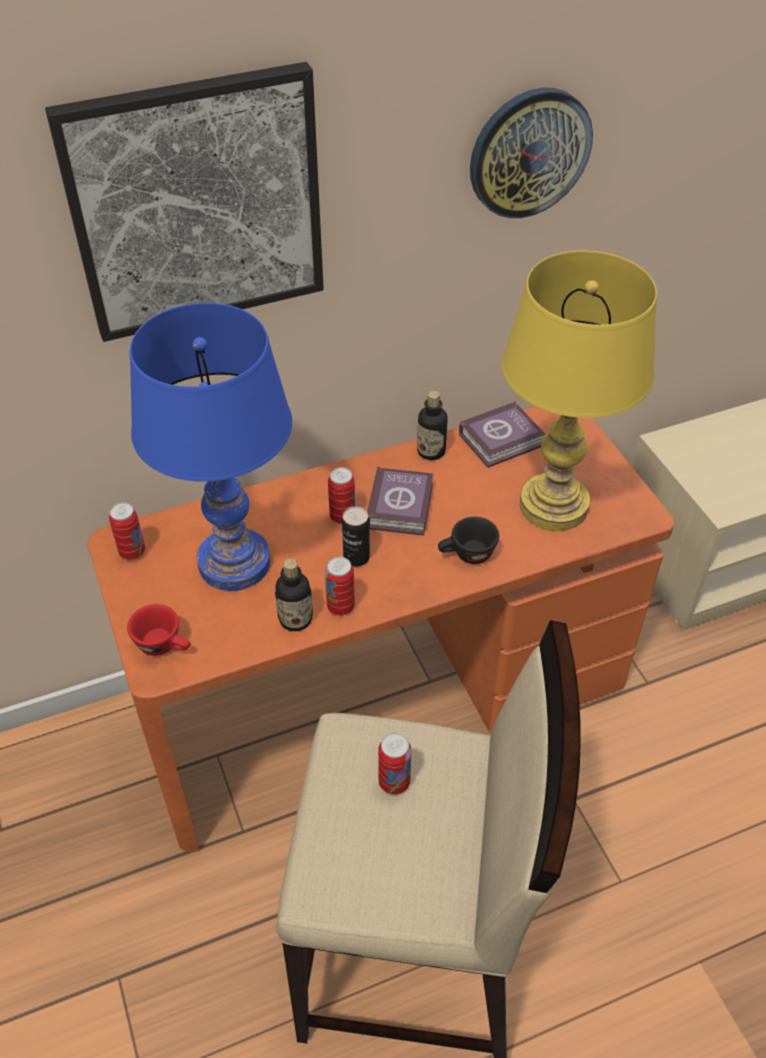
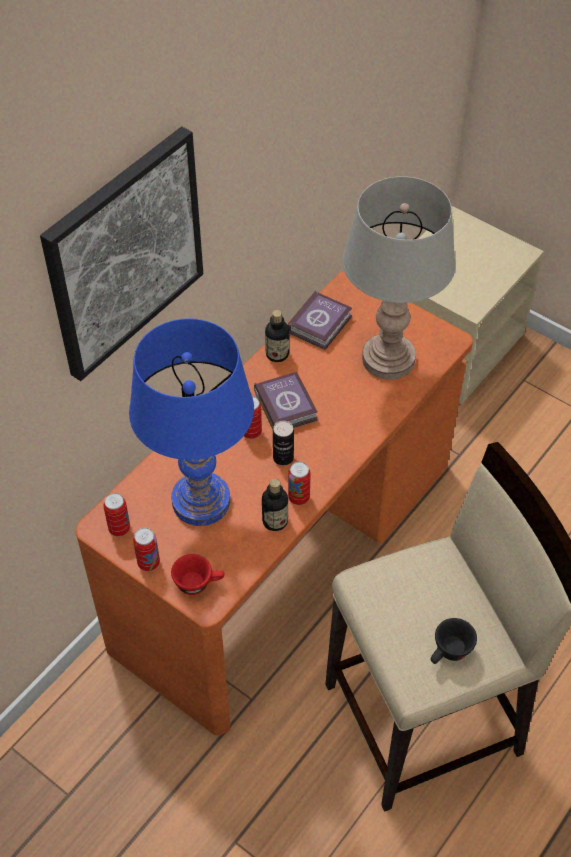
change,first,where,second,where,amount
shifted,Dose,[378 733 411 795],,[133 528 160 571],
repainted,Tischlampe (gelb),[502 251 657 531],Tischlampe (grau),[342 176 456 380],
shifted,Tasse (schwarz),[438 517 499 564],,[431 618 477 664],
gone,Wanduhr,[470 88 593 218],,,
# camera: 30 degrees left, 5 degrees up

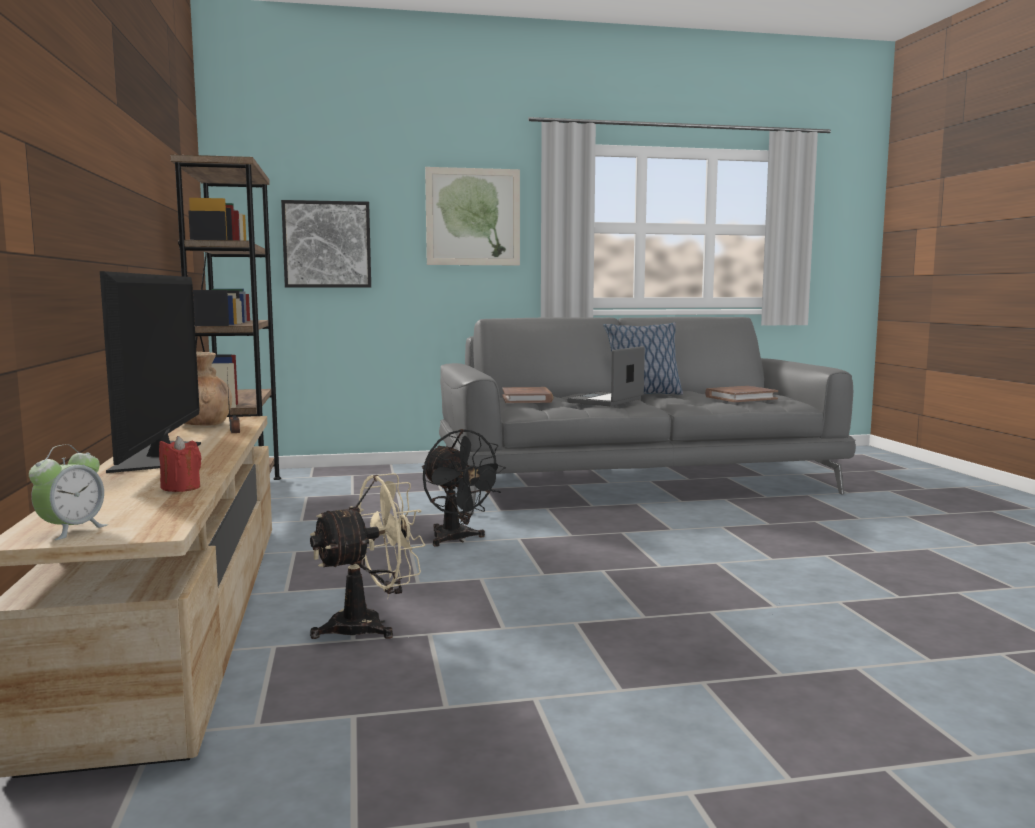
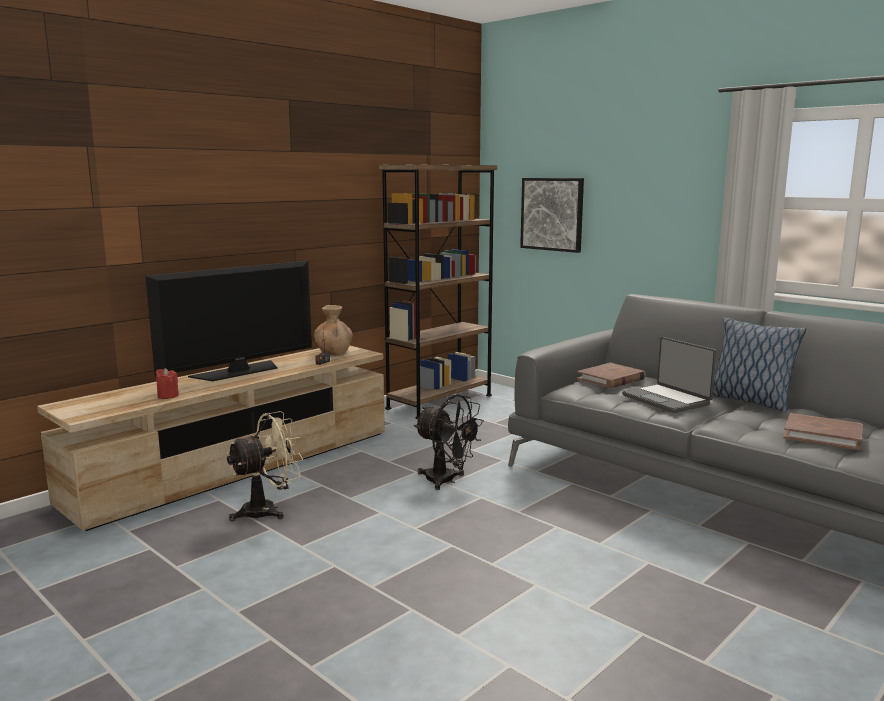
change,first,where,second,where,amount
rotated,Ventilator (beige),[310 473 425 639],,[226 411 303 521],60 degrees counterclockwise
rotated,Ventilator (schwarz),[422 429 506 547],,[414 395 484 490],75 degrees counterclockwise
rotated,Laptop,[567 346 645 406],,[622 337 716 413],120 degrees counterclockwise
gone,Wecker,[29 445 108 540],,,
gone,Bild,[425 167 520 265],,,
# camera: 55 degrees right, 5 degrees up

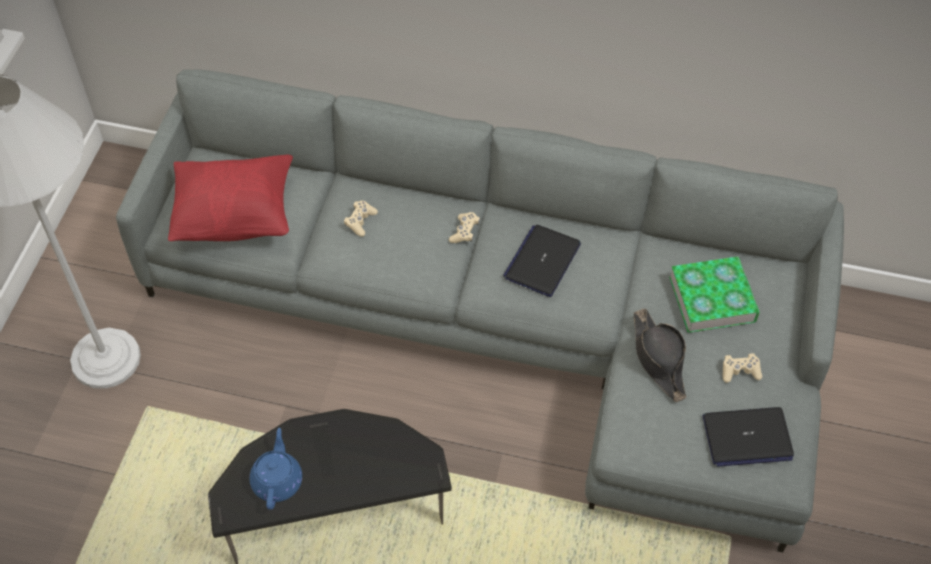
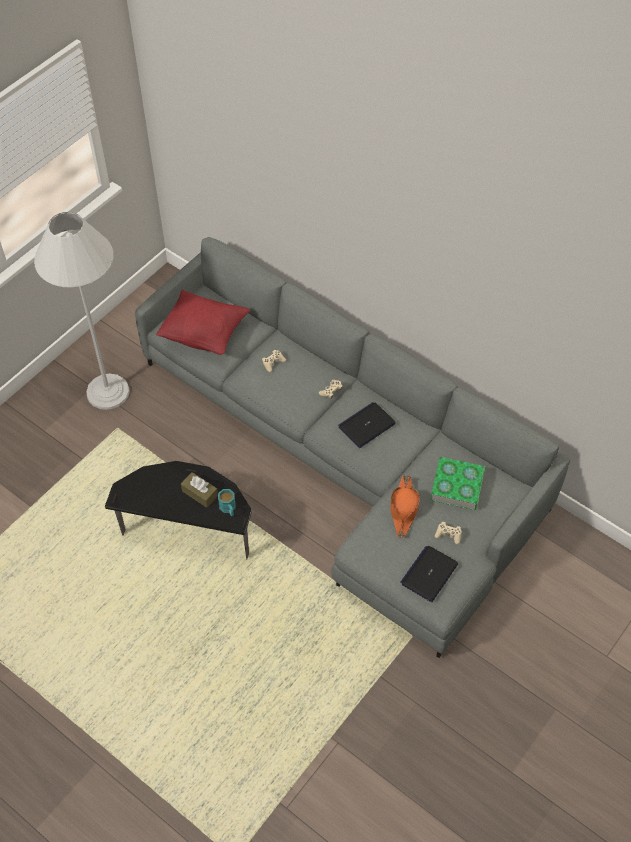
change,first,where,second,where,amount
new,,,Taschentuchbox (braun),[181 472 218 508],
new,,,Henkelbecher (türkis),[218 489 236 516],
repainted,Hut (schwarz),[634 309 686 402],Hut (orange),[391 475 420 537],
rotated,Laptop,[703 407 794 467],,[400 546 458 602],105 degrees clockwise
gone,Teekanne (blau),[250 428 302 510],,,
# camera: 25 degrees right, 0 degrees up

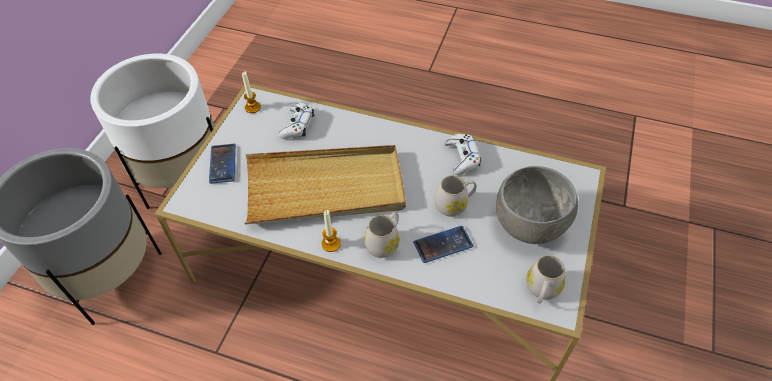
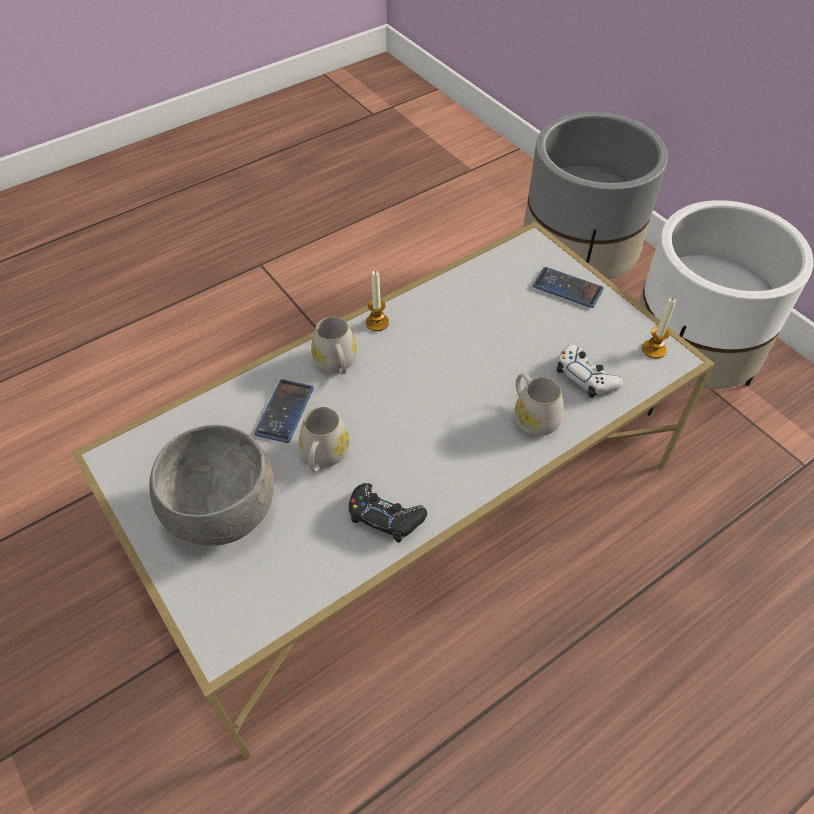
change,first,where,second,where,amount
repainted,Gamepad (weiß),[445 134 481 175],Gamepad (schwarz),[349 483 427 543],
shifted,Henkelbecher (weiß),[526 255 565 304],,[514 373 564 436],
gone,Tablett (beige),[245 145 406 224],,,
# camera: 125 degrees right, 0 degrees up

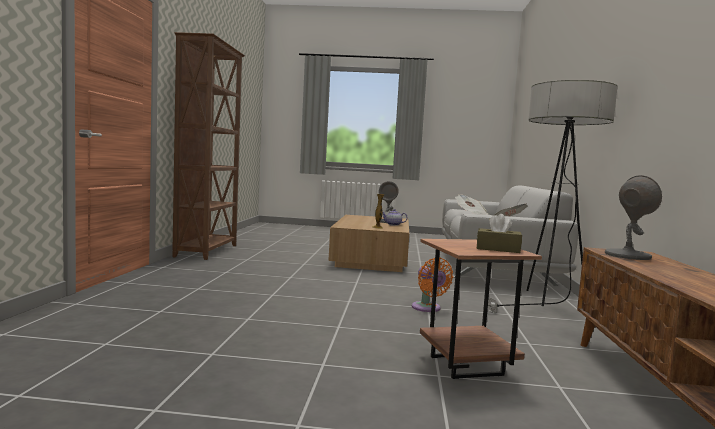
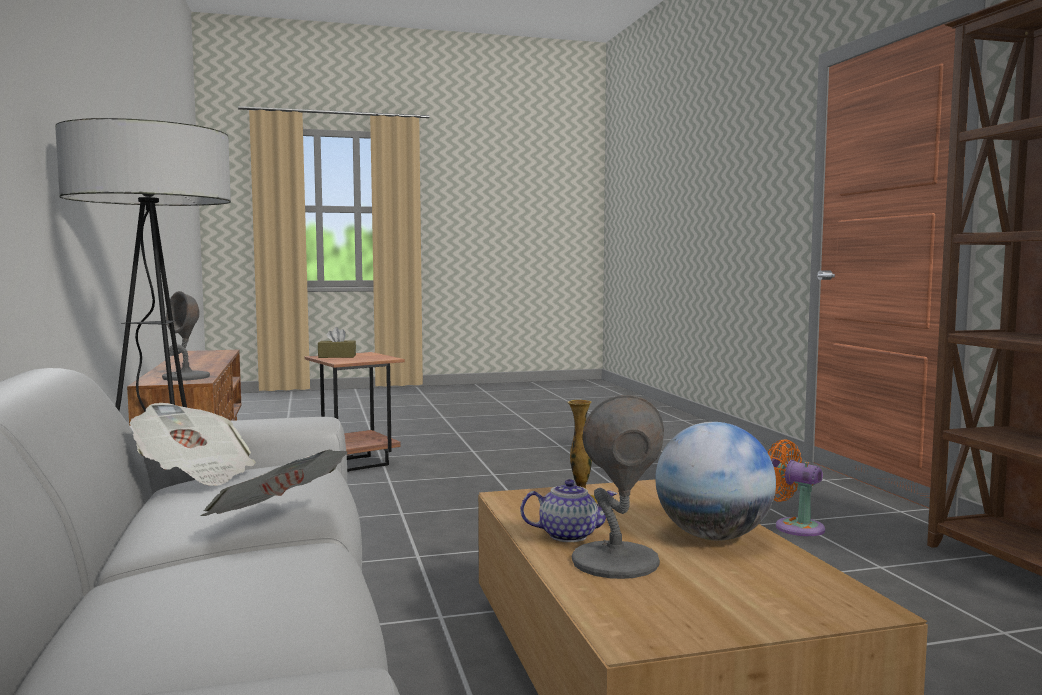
change,first,where,second,where,amount
new,,,Globus,[655 422 776 540],
shifted,Ventilator (orange),[412 257 453 312],,[768 439 825 536],
# camera: 160 degrees right, 0 degrees up

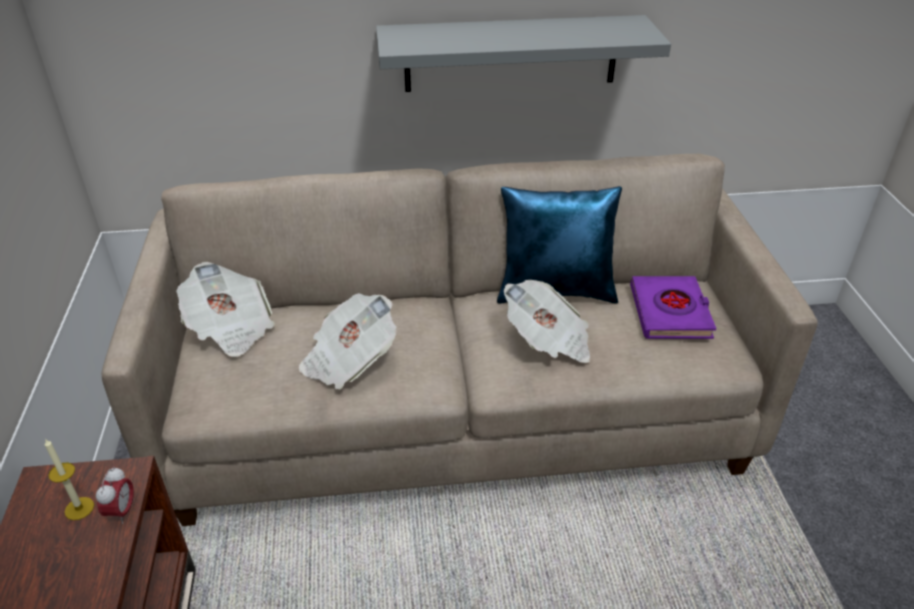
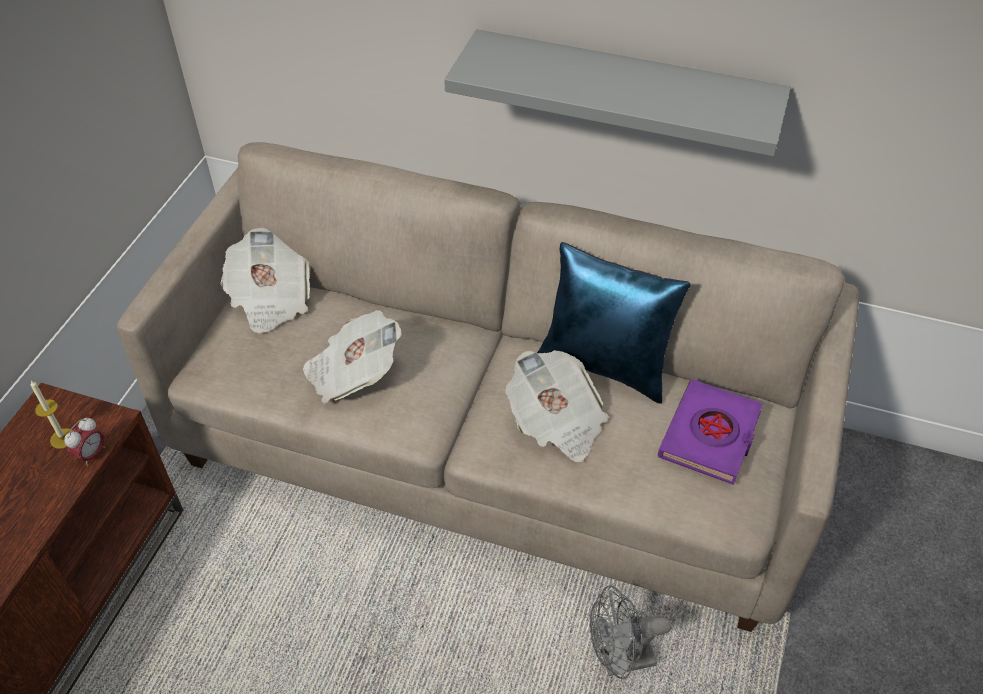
change,first,where,second,where,amount
new,,,Ventilator (grau),[590 586 672 679],
# camera: 25 degrees right, 10 degrees up

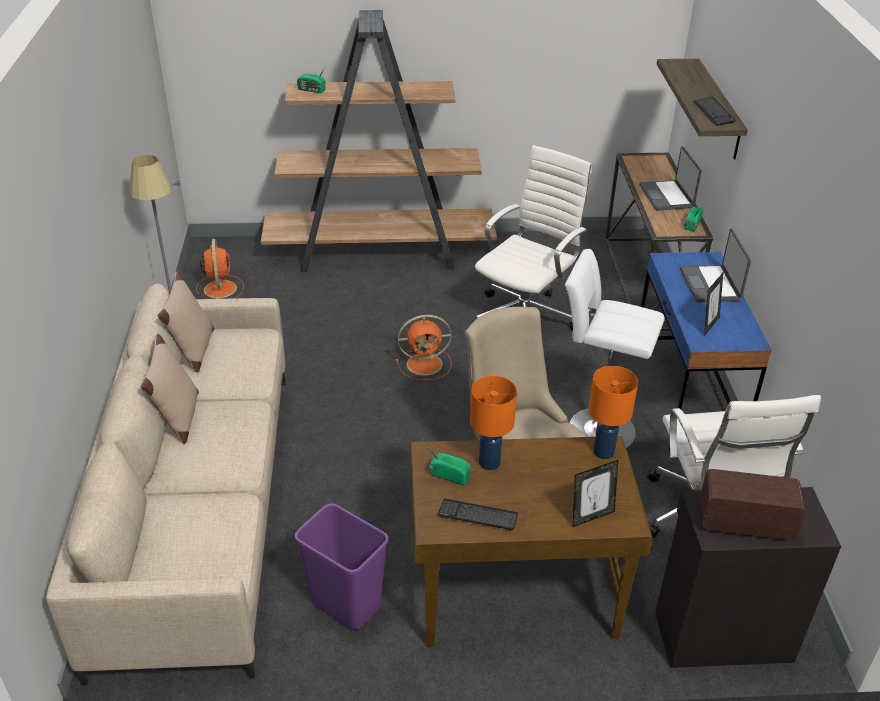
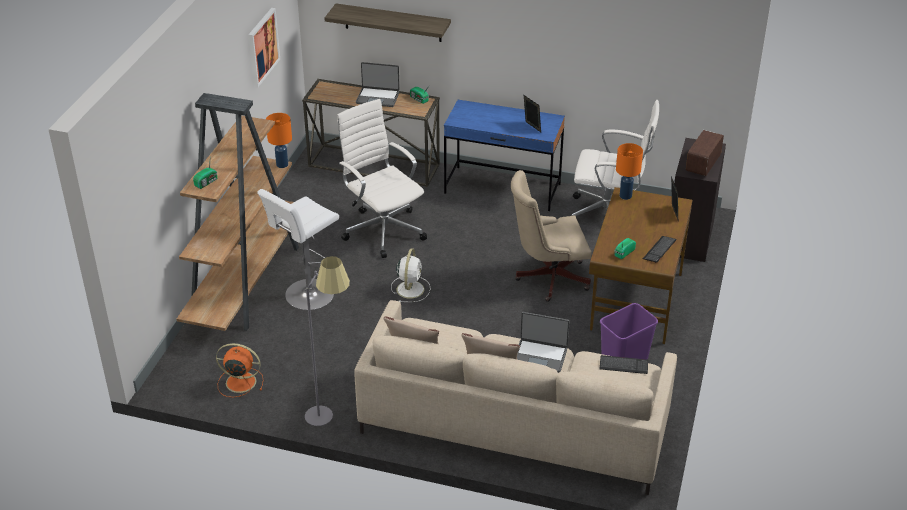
change,first,where,second,where,amount
new,,,Bild,[249 8 280 87],
shifted,Hocker (weiß),[565 249 665 449],,[257 189 339 310],
shifted,Tischlampe (orange),[470 376 517 470],,[266 113 292 168],
repainted,Ventilator (orange),[396 315 451 380],Ventilator (weiß),[391 248 430 302],
shifted,Laptop,[680 229 751 302],,[517 312 570 373],
shifted,Tastatur,[693 97 736 126],,[600 355 648 374],
# camera: 70 degrees left, 0 degrees up

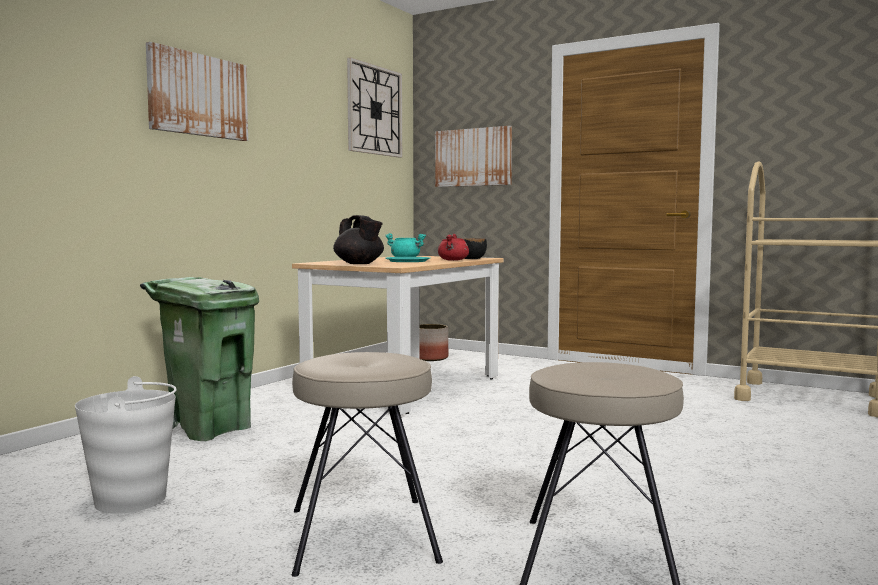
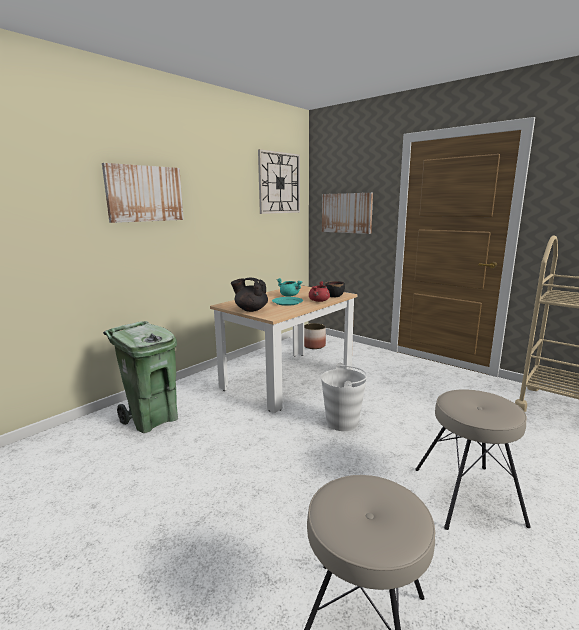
change,first,where,second,where,amount
rotated,Teekanne (schwarz),[333 215 384 264],,[231 278 268 312],135 degrees clockwise
shifted,Eimer (weiß),[75 376 177 514],,[321 362 367 431],
shifted,Hocker (beige),[292 352 443 577],,[415 389 531 530],
# camera: 10 degrees right, 10 degrees up

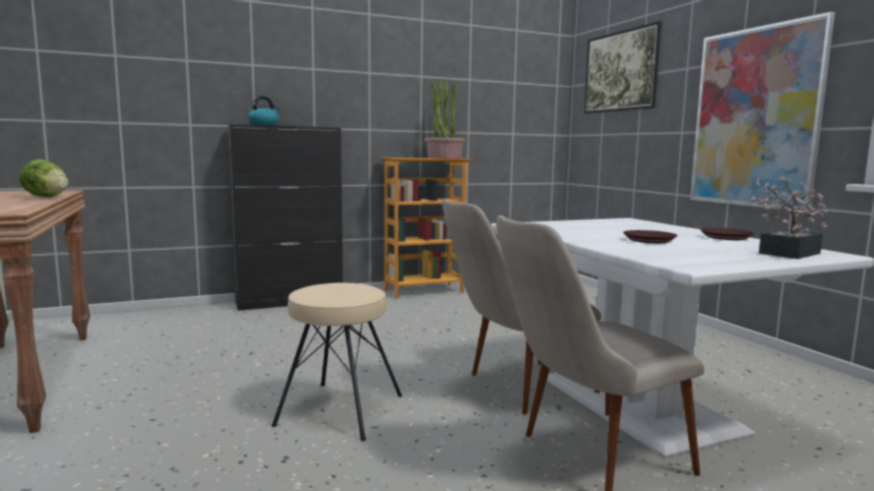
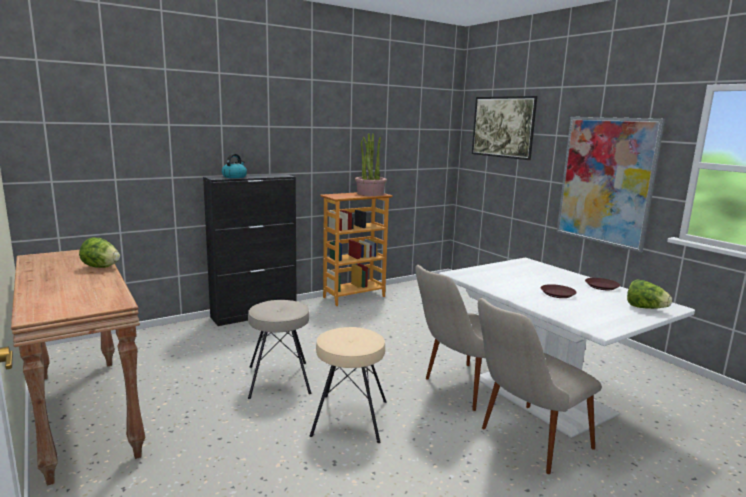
change,first,where,second,where,amount
new,,,Hocker (beige),[248 300 311 399],
swapped,Topfpflanze,[749 175 828 259],Salatkopf,[627 280 672 309],
# camera: 10 degrees left, 5 degrees up

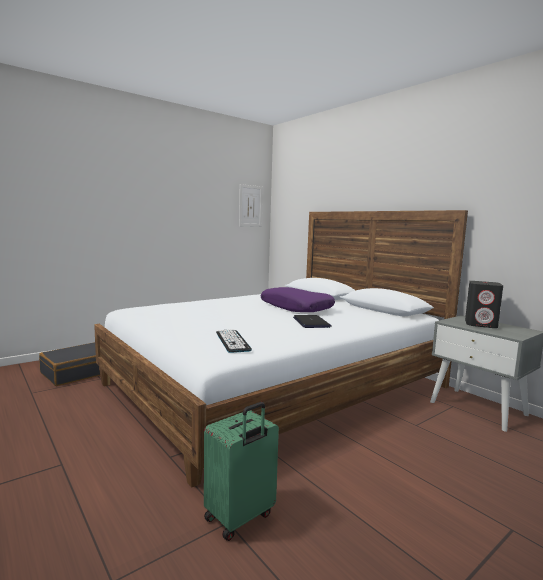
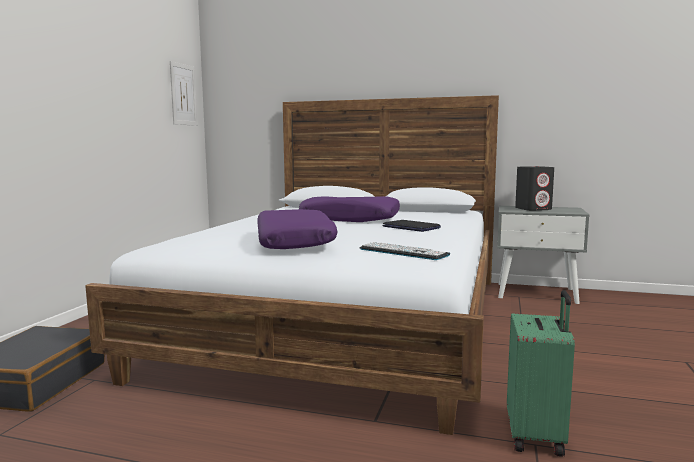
change,first,where,second,where,amount
new,,,Kissen (lila),[257 209 338 249],
# camera: 35 degrees left, 0 degrees up

